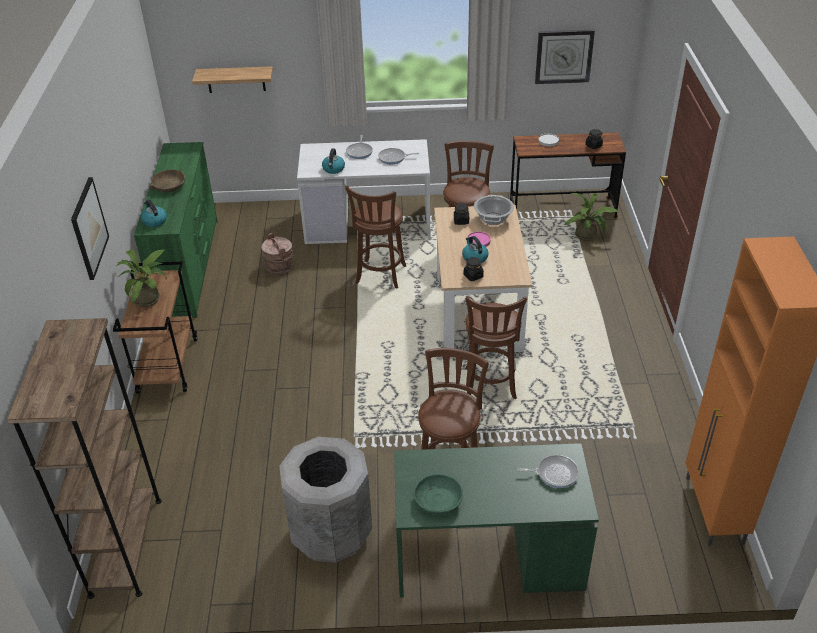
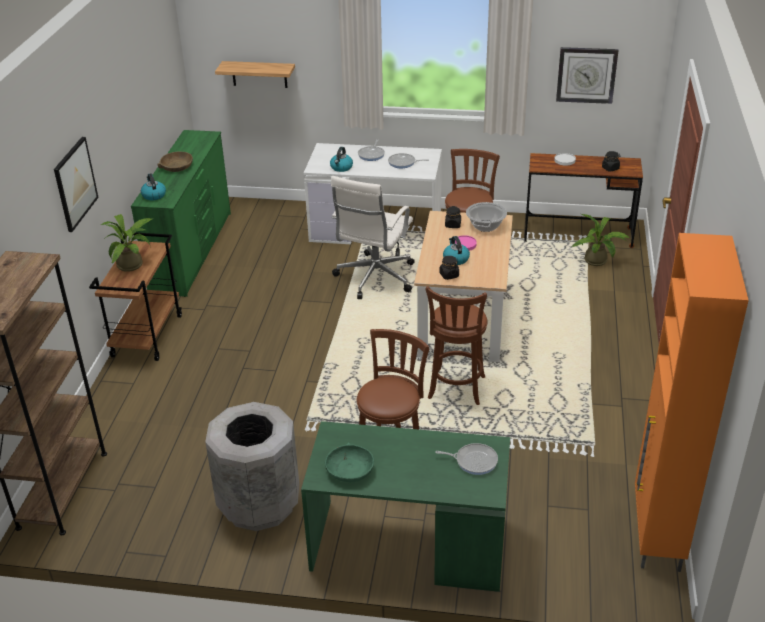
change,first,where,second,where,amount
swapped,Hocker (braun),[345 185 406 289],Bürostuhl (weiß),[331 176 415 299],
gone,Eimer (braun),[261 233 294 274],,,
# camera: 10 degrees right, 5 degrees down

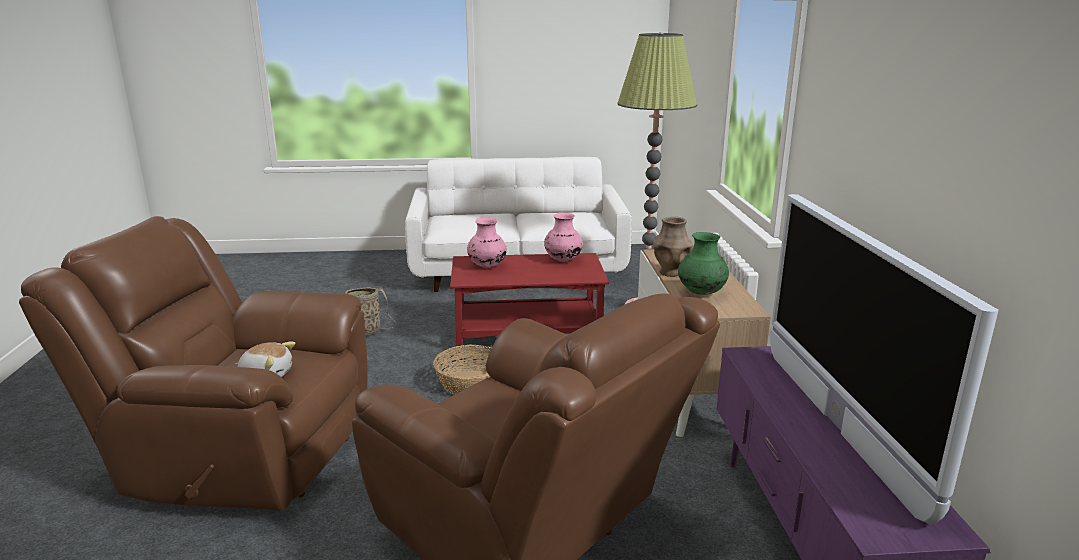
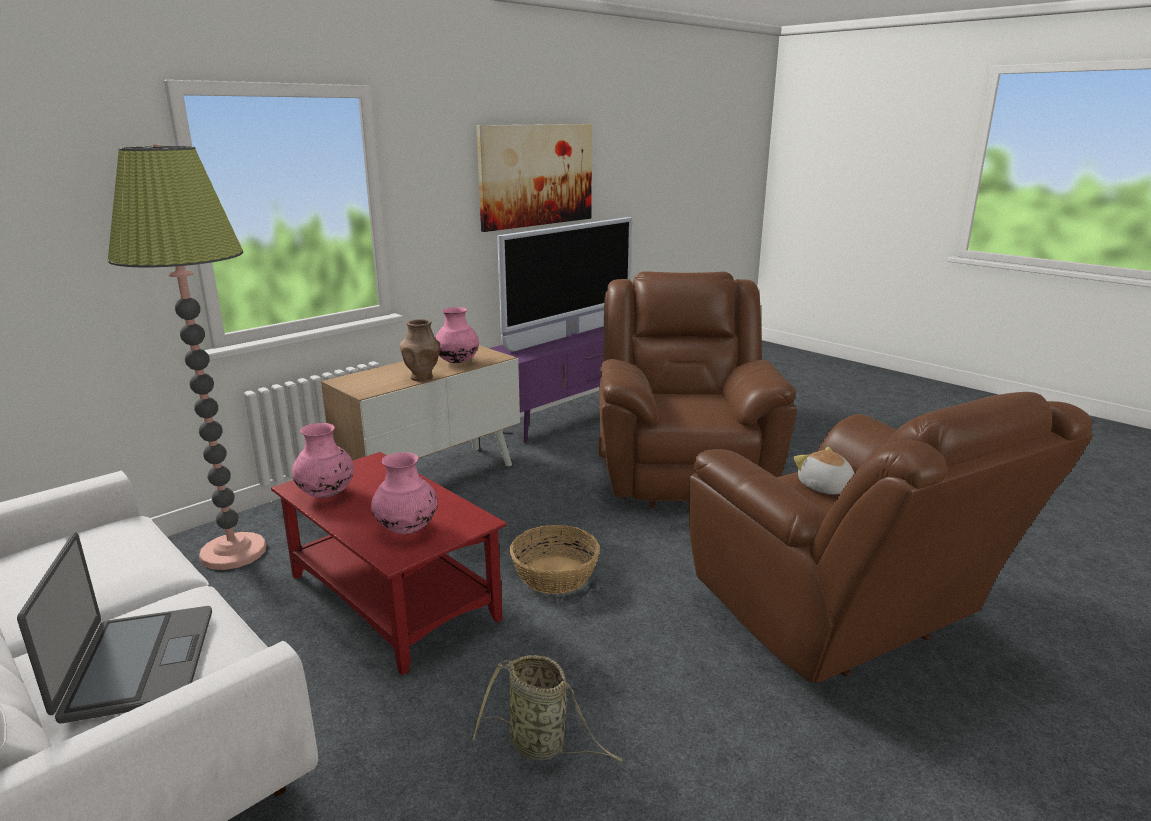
change,first,where,second,where,amount
new,,,Laptop,[17 532 212 723],
repainted,Vase (grün),[678 232 729 295],Vase (rosa),[435 307 479 363],
new,,,Bild,[476 124 592 232],
# camera: 130 degrees left, 0 degrees up

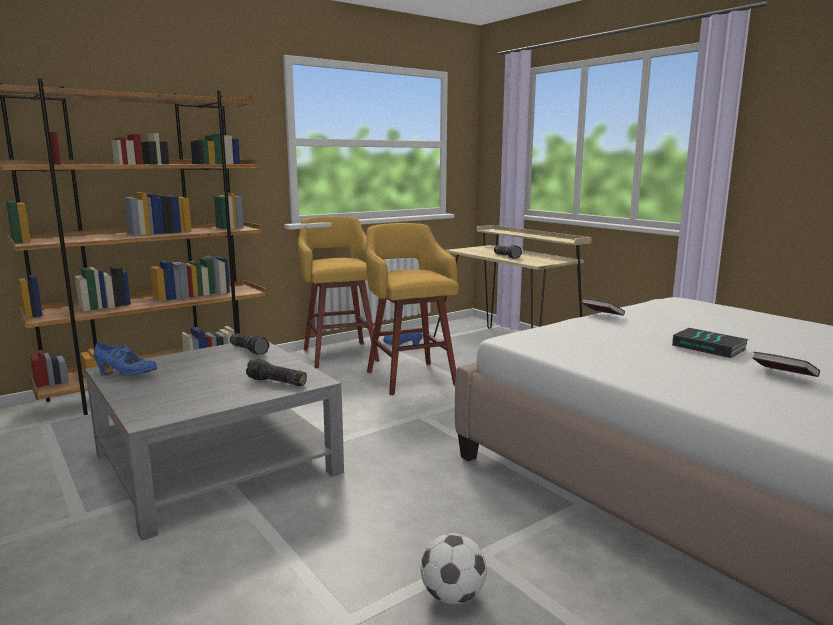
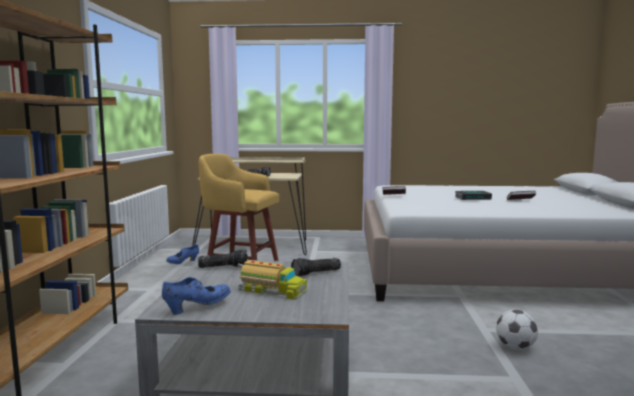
change,first,where,second,where,amount
new,,,Spielzeuglaster,[238 260 307 300],
gone,Hocker (gelb),[298 216 380 368],,,
# camera: 50 degrees left, 5 degrees down

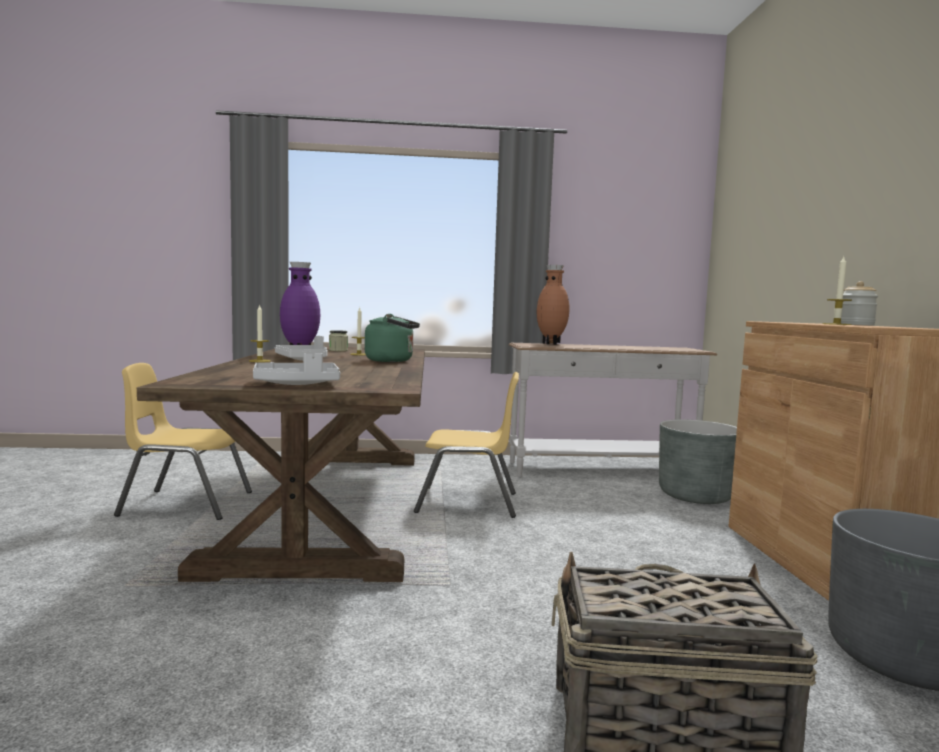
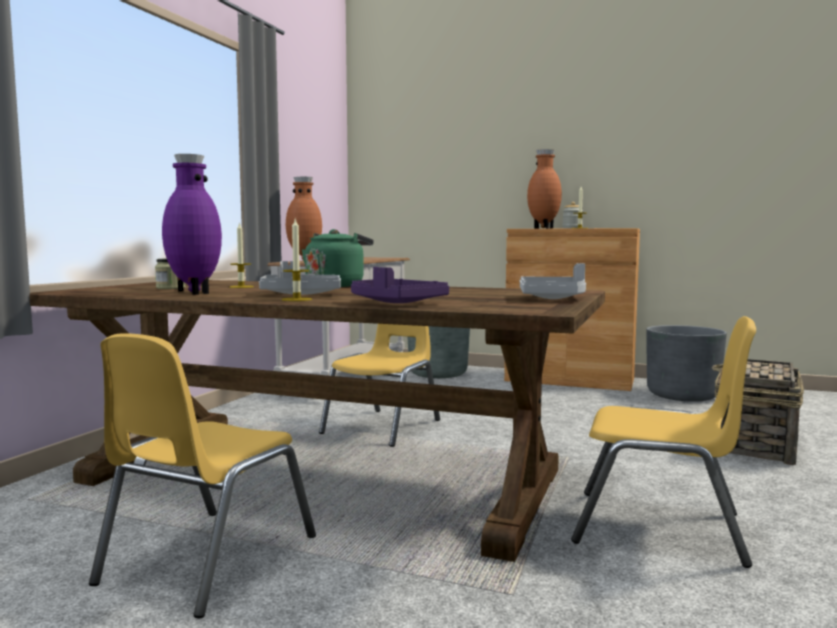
change,first,where,second,where,amount
new,,,Tablett (lila),[351 267 449 303],
new,,,Vase (braun),[527 149 562 229],
new,,,Stuhl (gelb),[571 316 756 568],
# camera: 65 degrees left, 0 degrees up

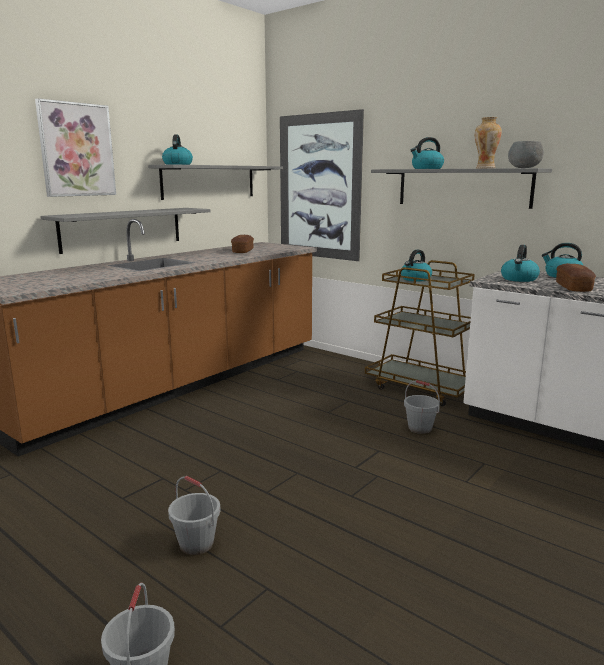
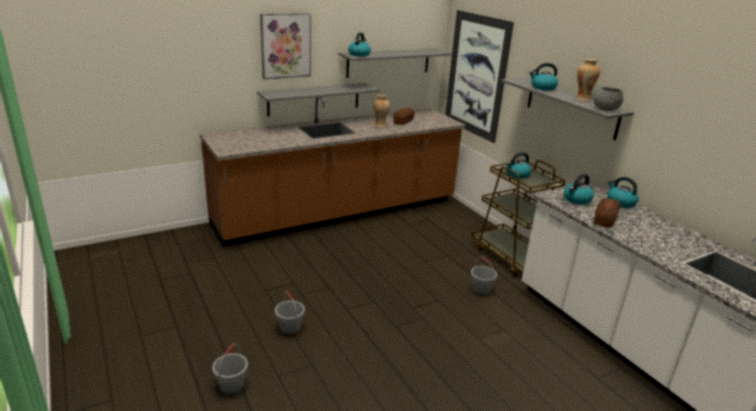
change,first,where,second,where,amount
new,,,Vase,[373 95 390 128],
# camera: 20 degrees right, 10 degrees up

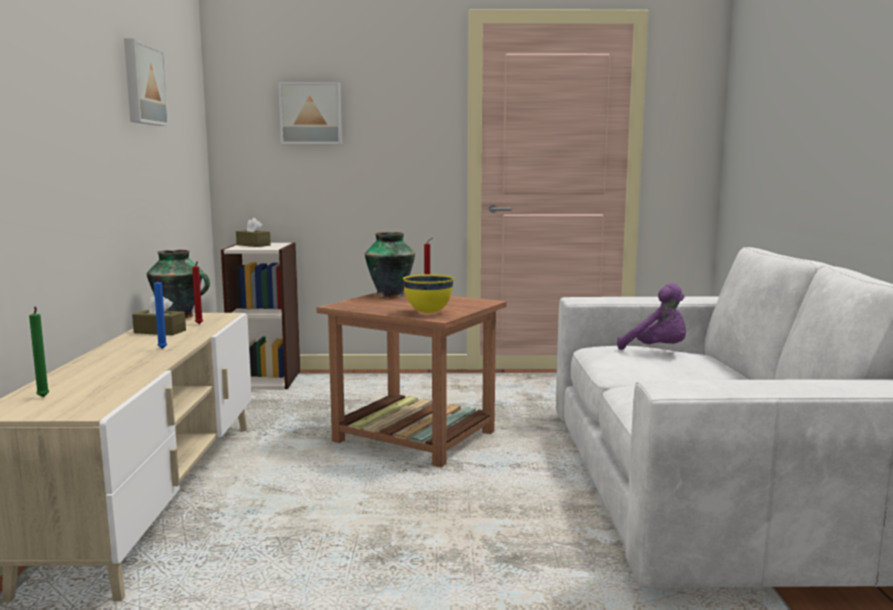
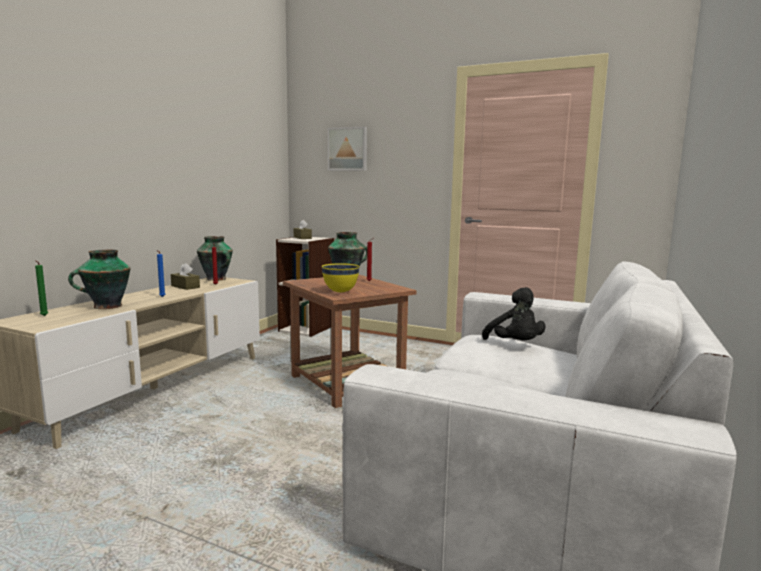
change,first,where,second,where,amount
new,,,Vase,[68 249 130 309],
repainted,Plüschtier (lila),[617 283 686 350],Plüschtier (schwarz),[482 287 545 340],
gone,Bild,[124 38 169 126],,,
# camera: 25 degrees right, 0 degrees up

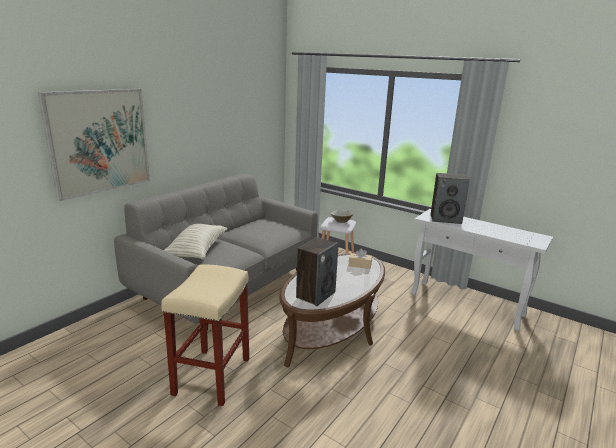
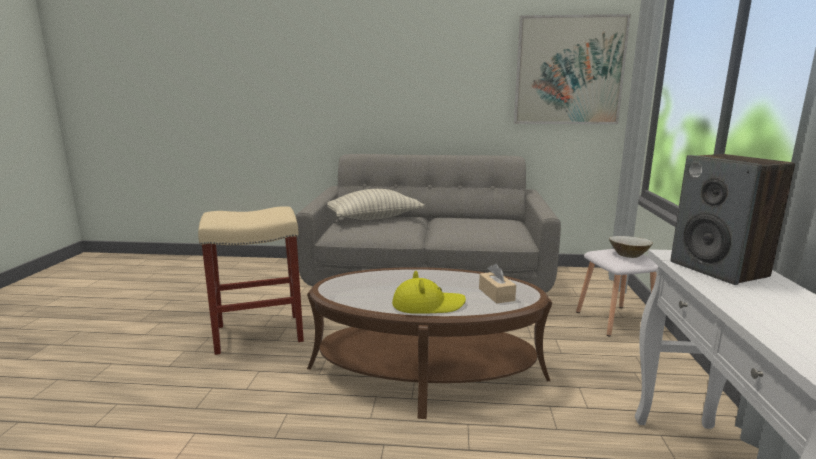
change,first,where,second,where,amount
new,,,Hut (gelb),[392 271 466 314],
shifted,Bild,[38 89 150 201],,[514 14 631 124],
gone,Lautsprecher,[296 237 339 306],,,
# camera: 60 degrees right, 5 degrees down

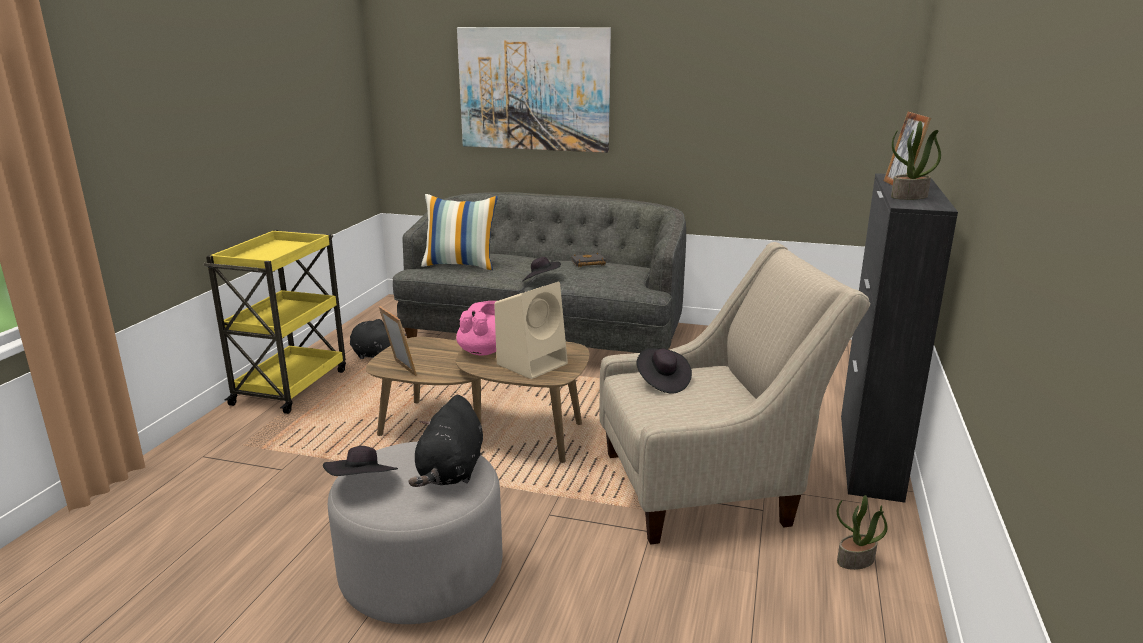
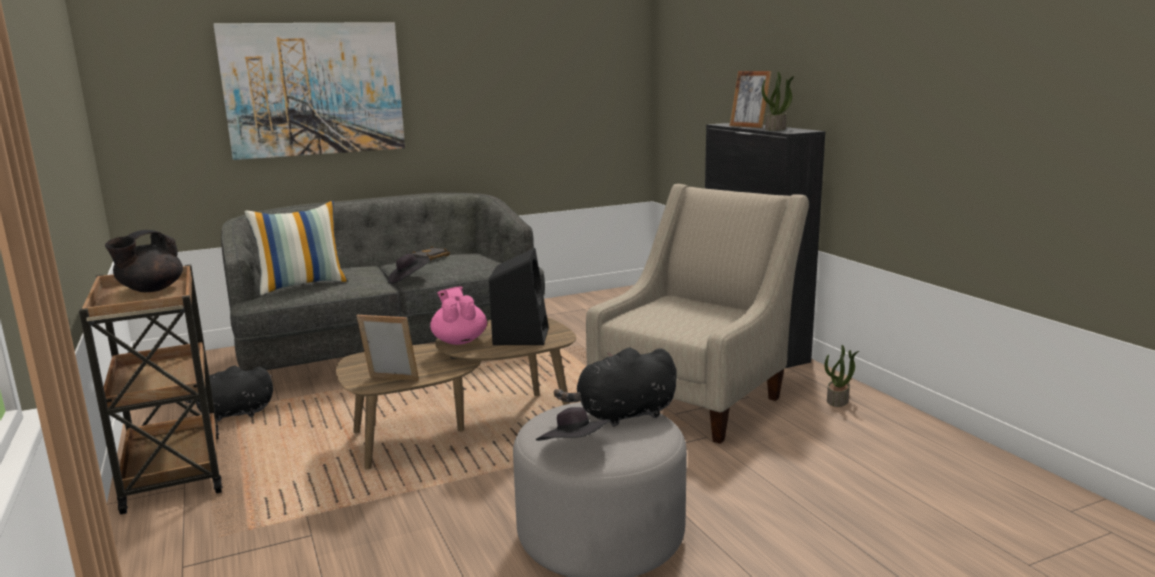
change,first,where,second,where,amount
repainted,Rollwagen (gelb),[204 230 346 414],Rollwagen (braun),[79 265 223 515],
new,,,Teekanne (schwarz),[105 230 183 292],
repainted,Lautsprecher (beige),[494 282 568 379],Lautsprecher (schwarz),[489 248 549 345],
rotated,Plüschtier (schwarz),[408 395 483 487],,[554 347 677 427],105 degrees clockwise
gone,Hut (schwarz),[636 348 692 394],,,
# camera: 40 degrees left, 5 degrees down

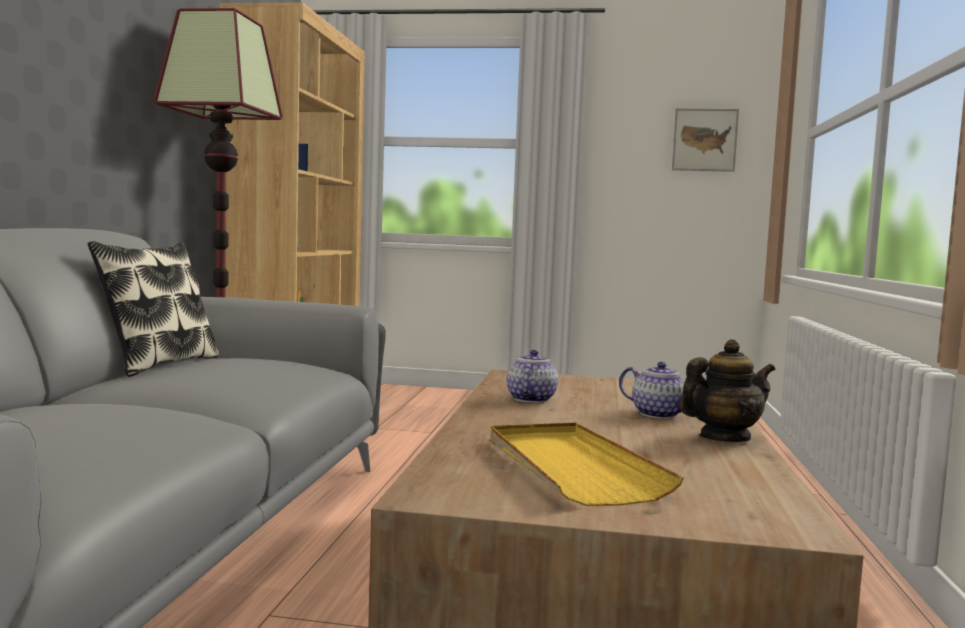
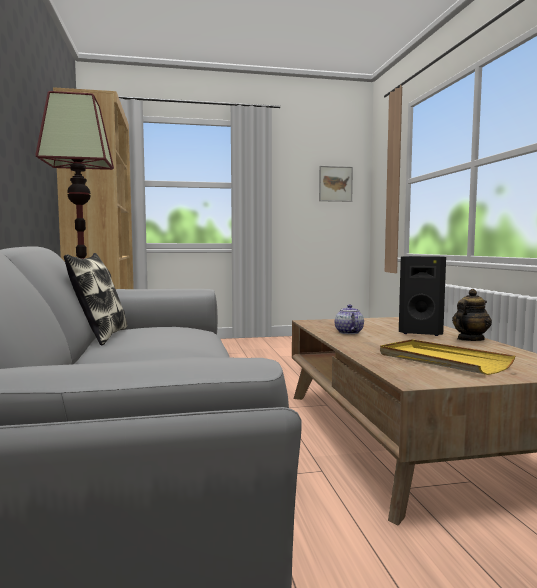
change,first,where,second,where,amount
swapped,Teekanne,[619 362 699 419],Lautsprecher (schwarz),[399 256 446 336],
# camera: 20 degrees left, 0 degrees up

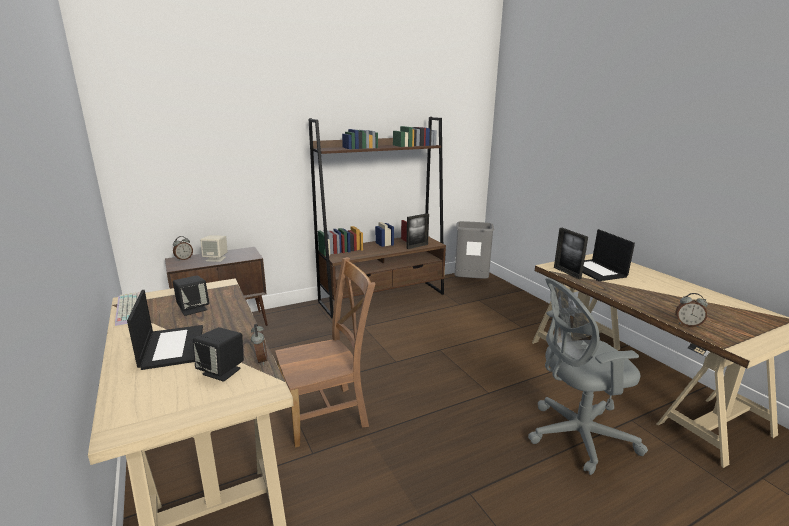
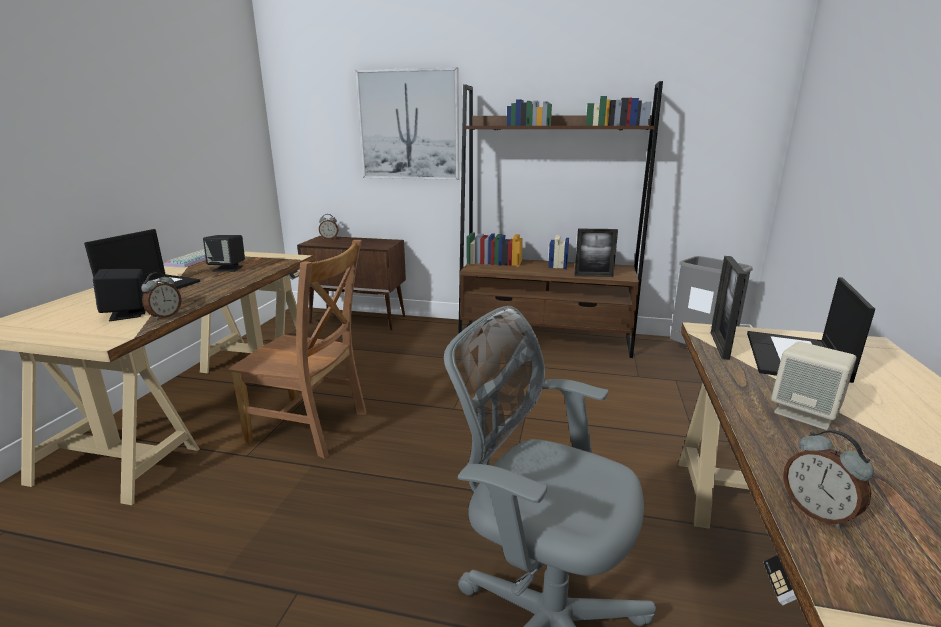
change,first,where,second,where,amount
new,,,Bild,[355 67 459 180],
shifted,Lautsprecher (beige),[200 235 228 262],,[771 341 856 430],
# camera: 40 degrees right, 0 degrees up

